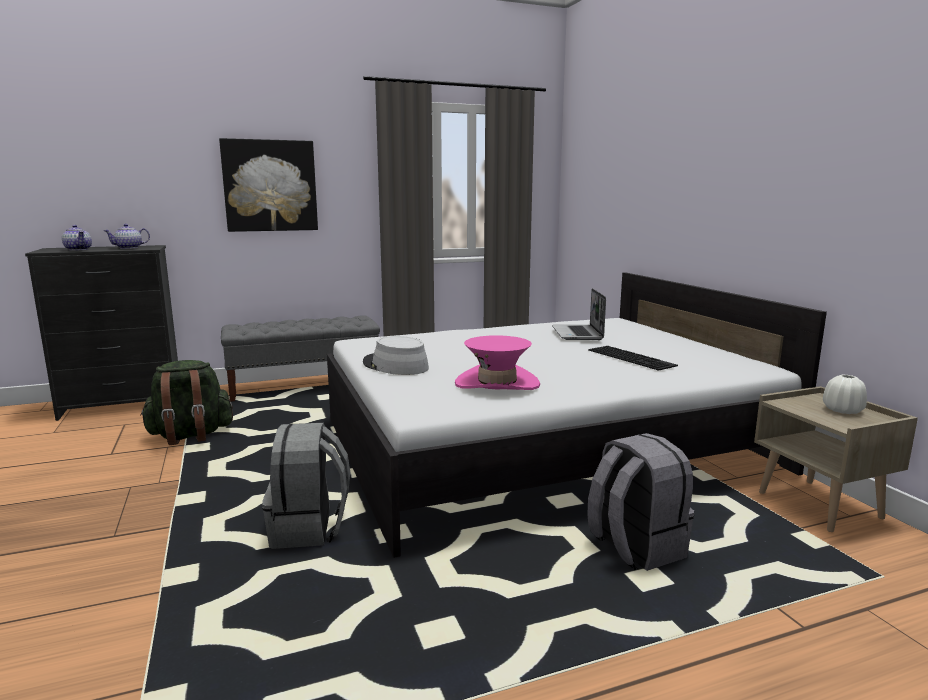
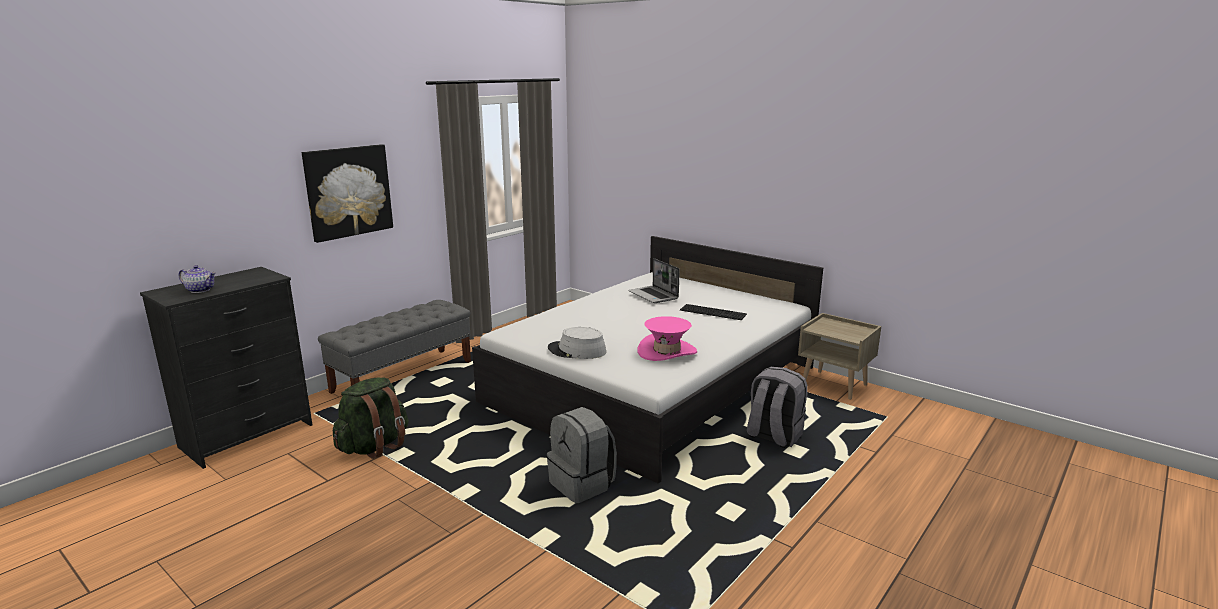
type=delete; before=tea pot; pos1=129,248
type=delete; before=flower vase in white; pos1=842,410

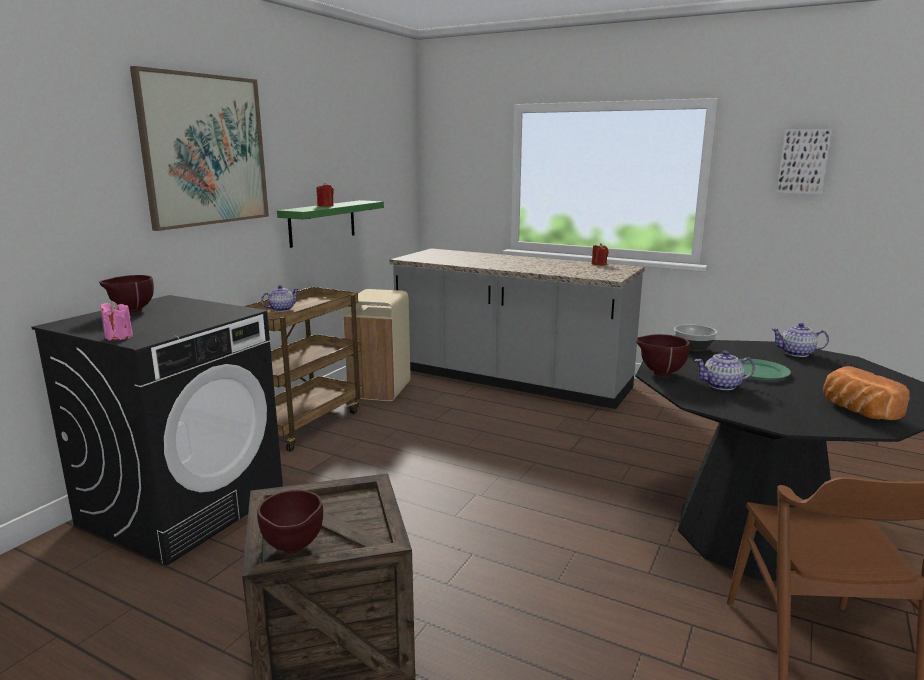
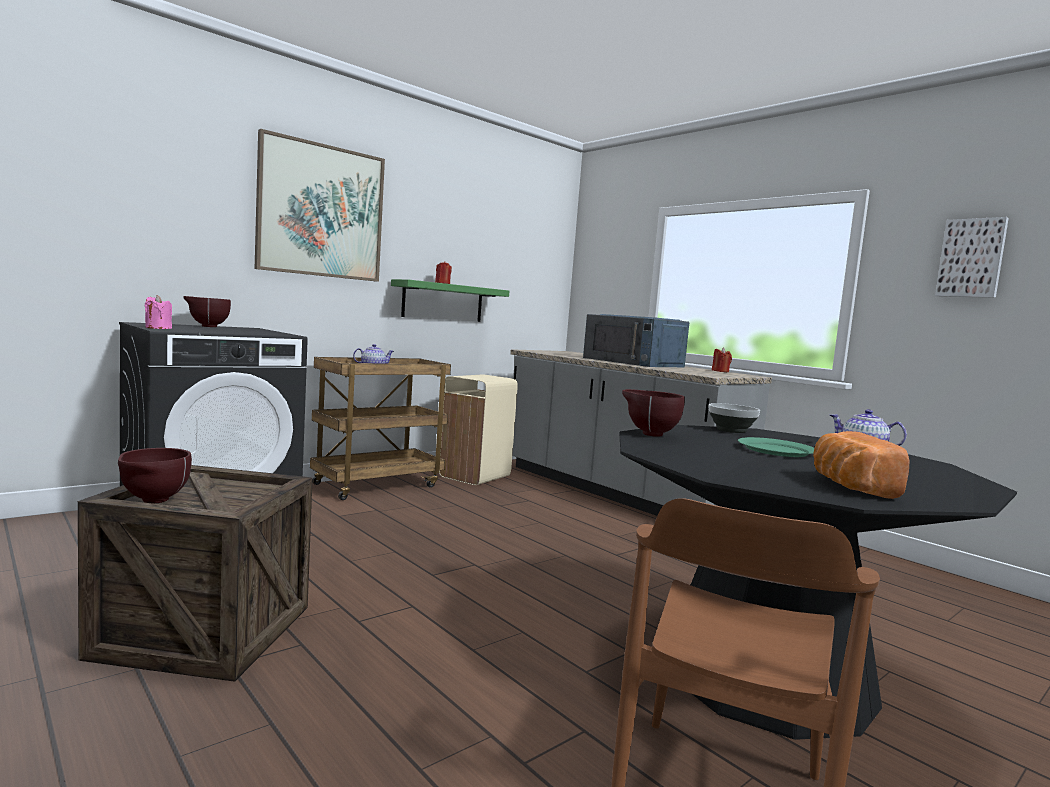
type=delete; before=tea pot; pos1=722,386
type=insert; after=kitchen microwave in blue; pos2=633,362

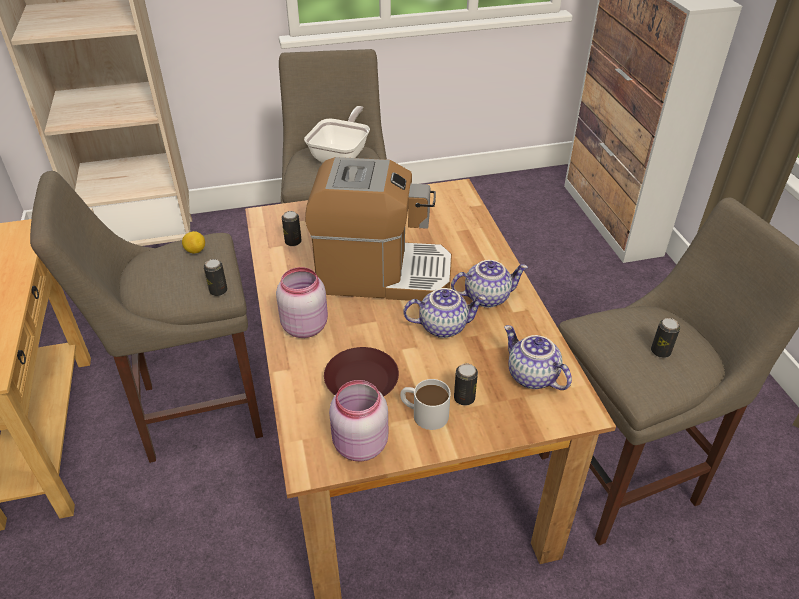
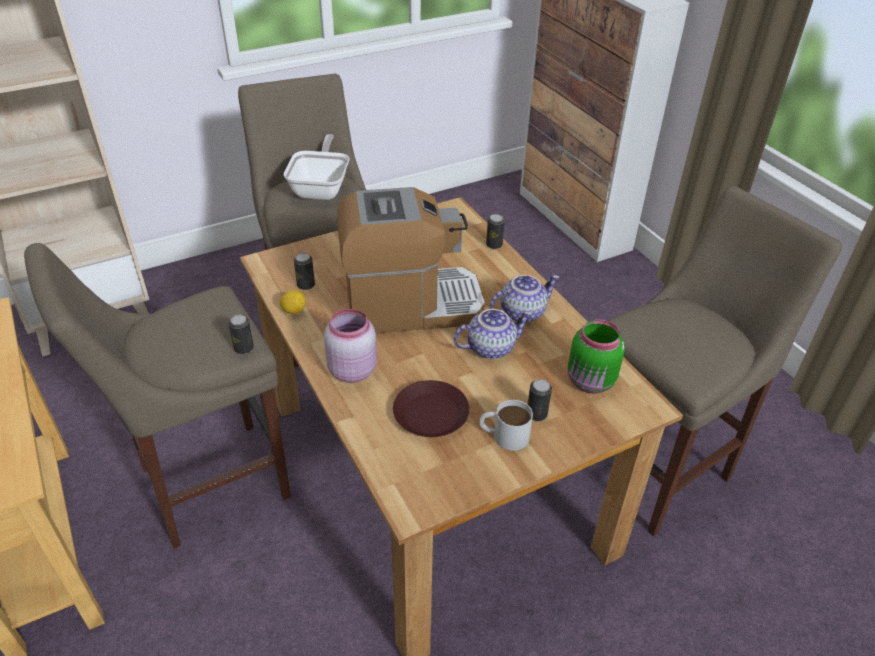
type=move; before=lemon; pos1=195,251; pos2=293,311
type=move; before=metal can; pos1=660,351; pos2=494,245
type=replace; before=tea pot; after=storage jar in green-coloured; pos1=531,376; pos2=591,382
type=delete; before=storage jar in pink; pos1=359,446

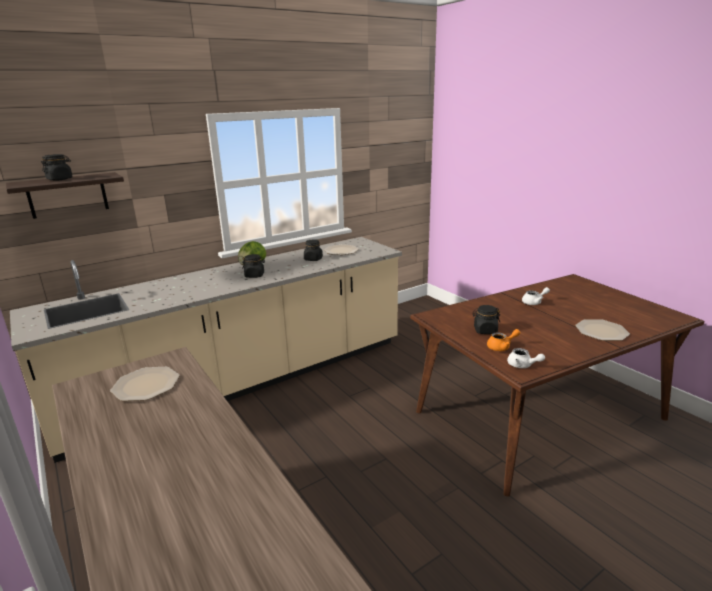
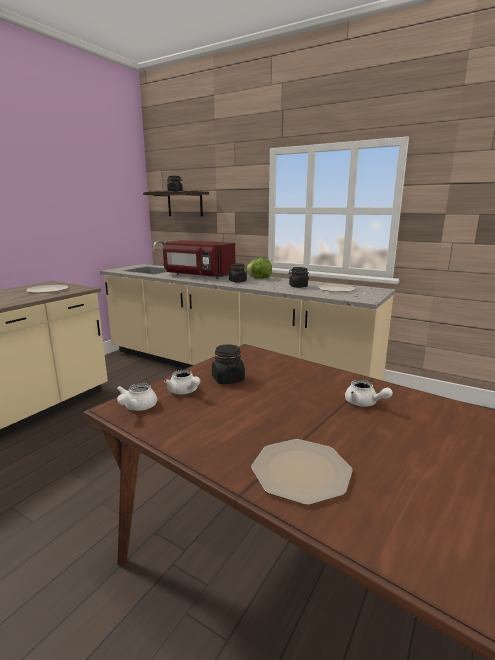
type=recolor; before=tea pot in orangey; after=tea pot in white; pos1=501,347; pos2=184,392
type=insert; after=kitchen microwave in red-coloured; pos2=198,276

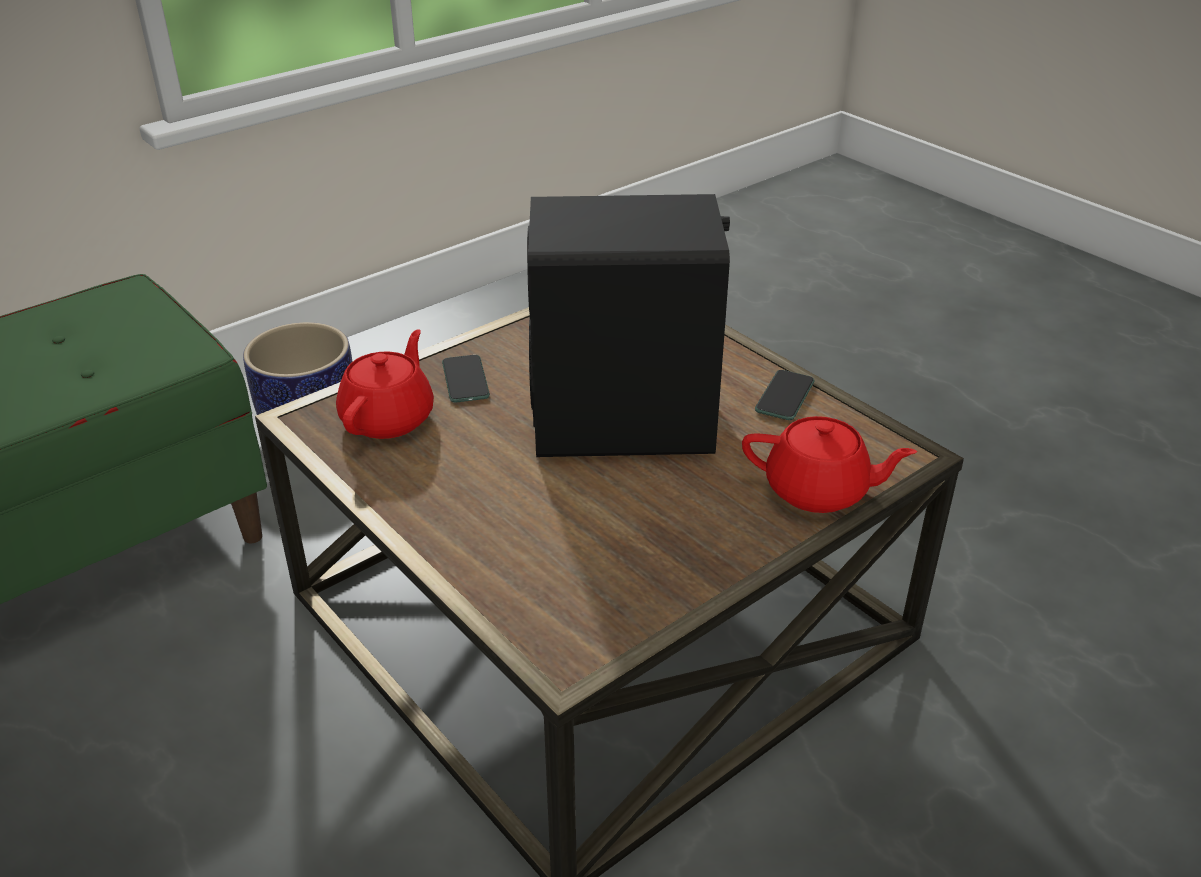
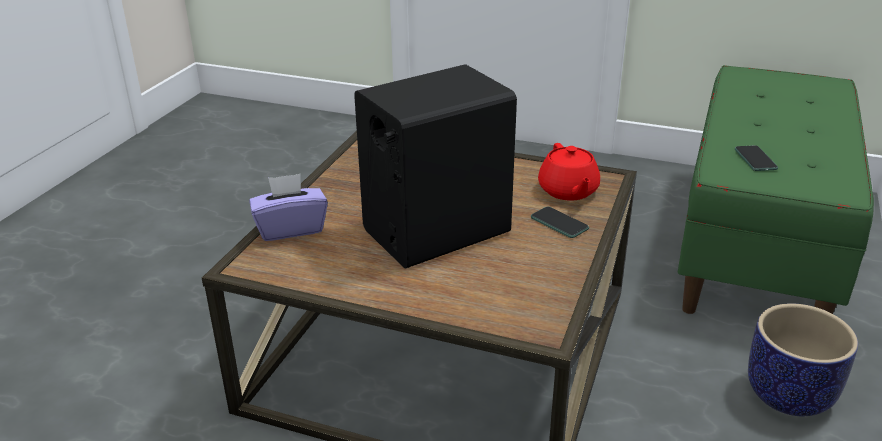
type=move; before=handset; pos1=784,396; pos2=755,159
type=replace; before=tea pot in red-coloured; after=tissue holder in purplish; pos1=818,491; pos2=290,228

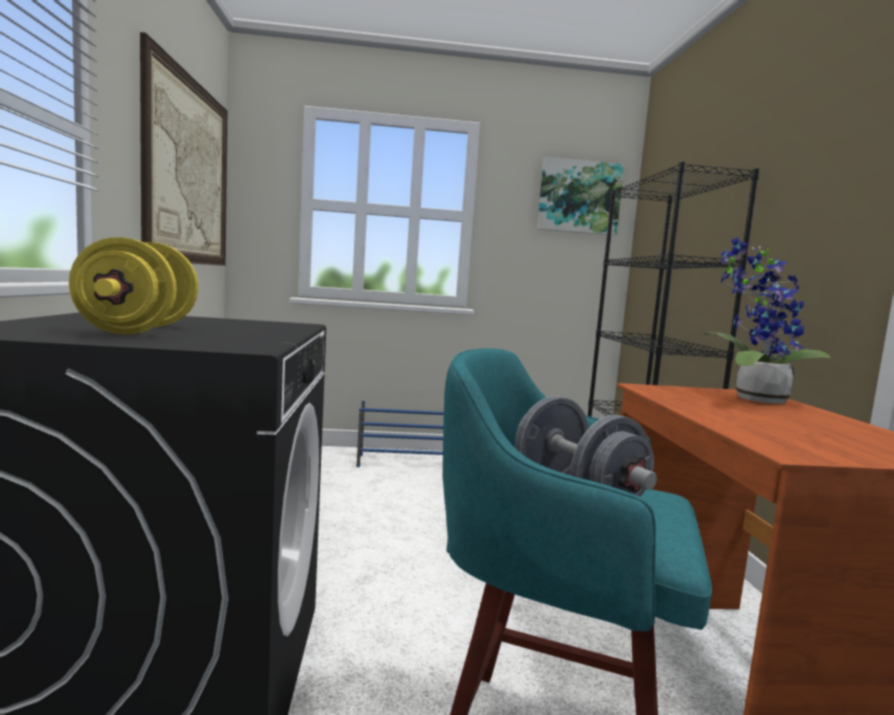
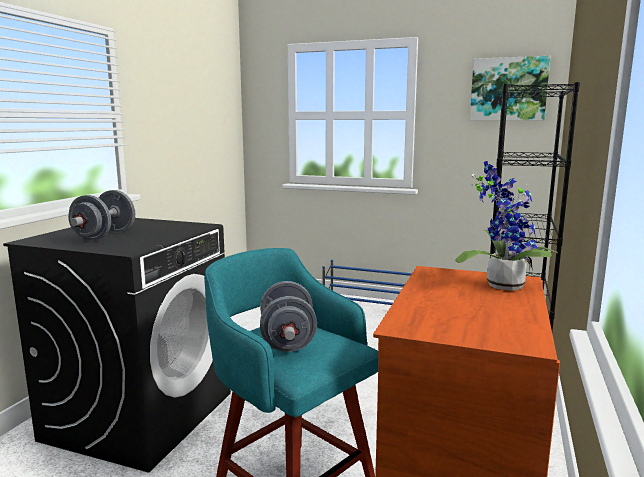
type=delete; before=wall picture; pos1=189,173
type=recolor; before=hand weight in yellow-coloured; after=hand weight in gray; pos1=139,329; pos2=105,236

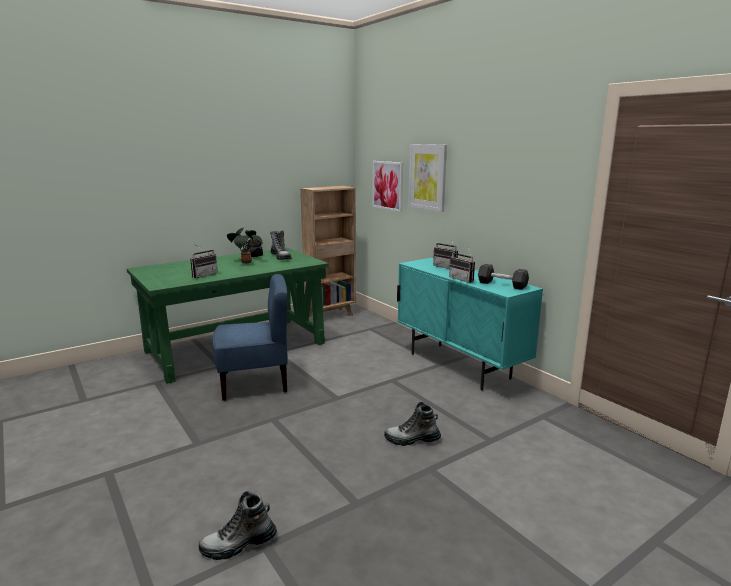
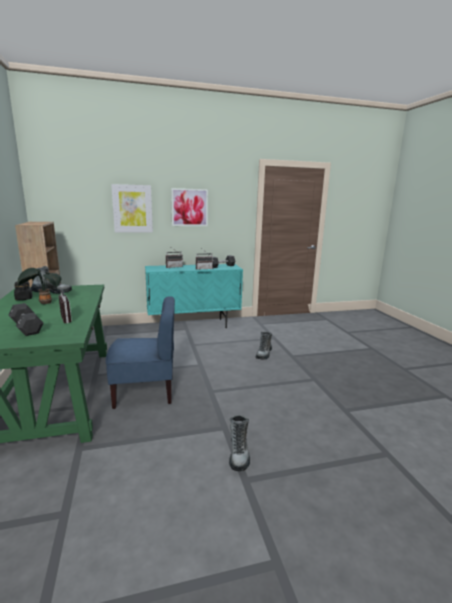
type=move; before=wall picture; pos1=388,185; pos2=189,207
type=rotate; before=plain chair in blue; pos1=255,383; pos2=145,392; turn=75
type=move; before=tall boot; pos1=238,544; pos2=239,454
type=insert; after=hand weight in black; pos2=26,327

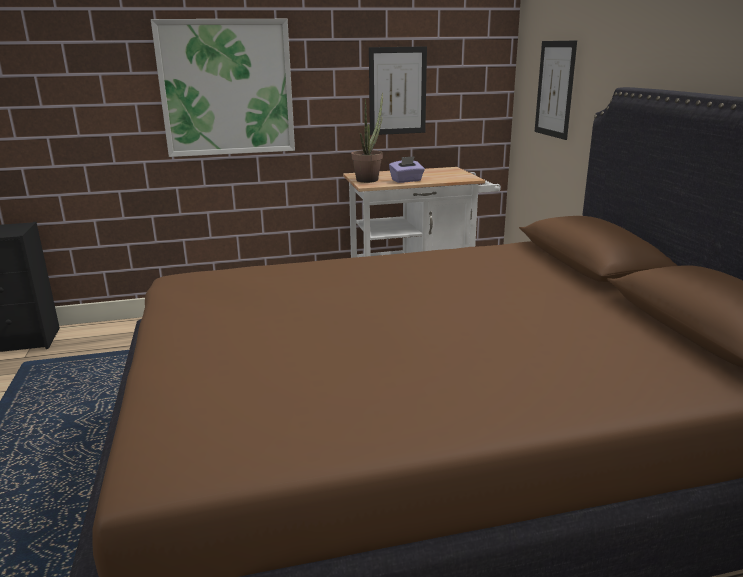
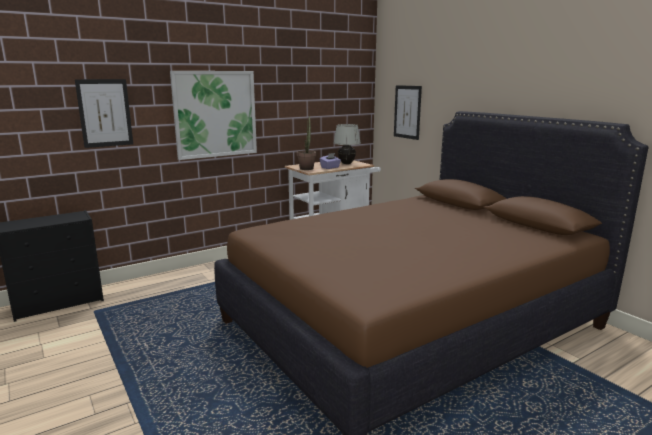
type=move; before=wall picture; pos1=397,91; pos2=105,113
type=insert; after=tabletop lamp in white; pos2=346,164

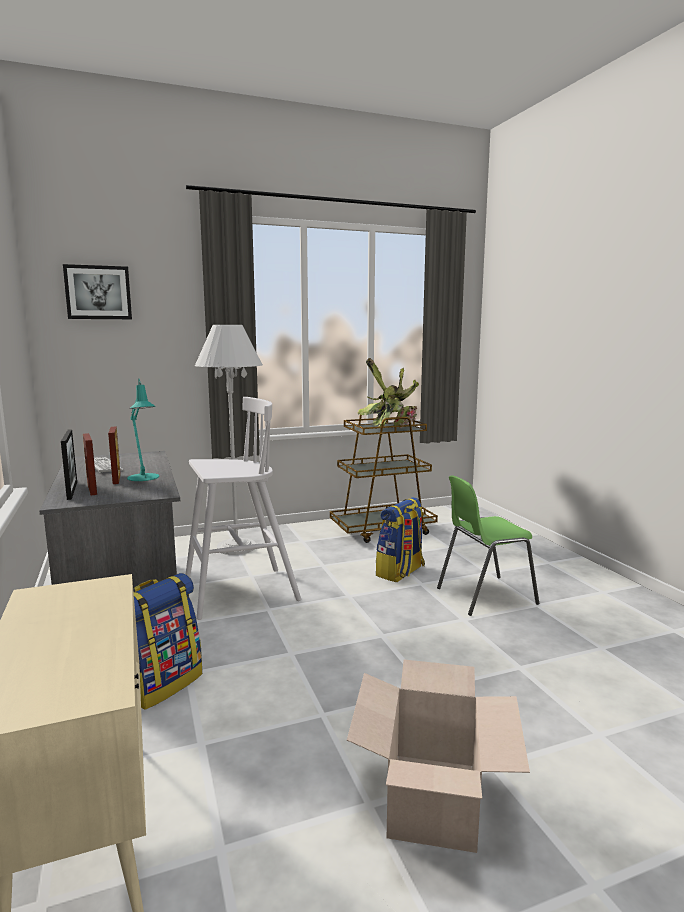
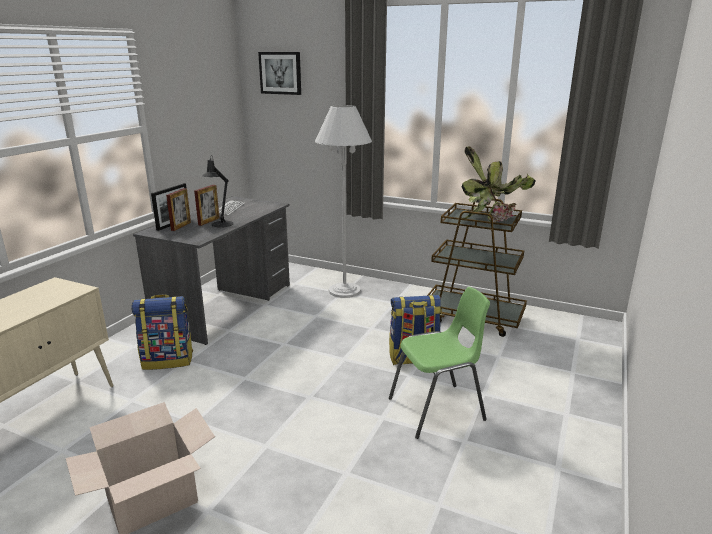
type=recolor; before=tabletop lamp in turquoise-coloured; after=tabletop lamp in black; pos1=144,478; pos2=220,225
type=delete; before=sitting stool in white; pos1=238,593
type=rotate; before=plain chair in green-coloured; pos1=484,595; pos2=437,410; turn=135

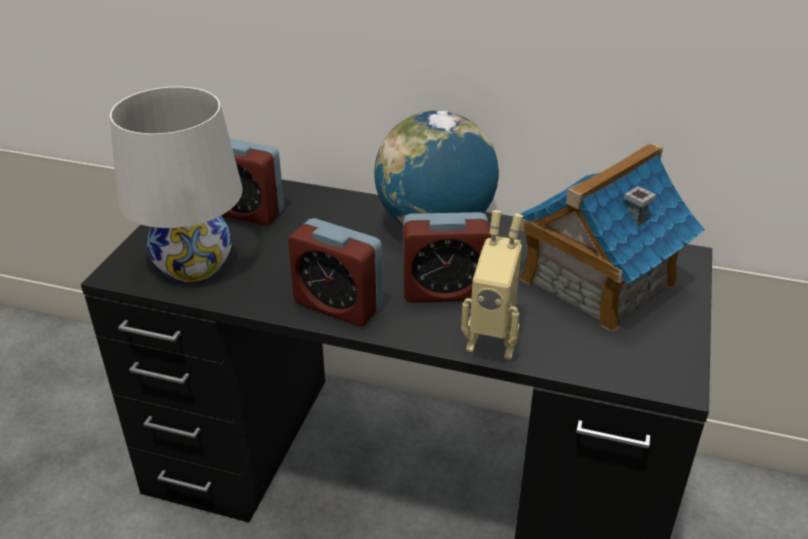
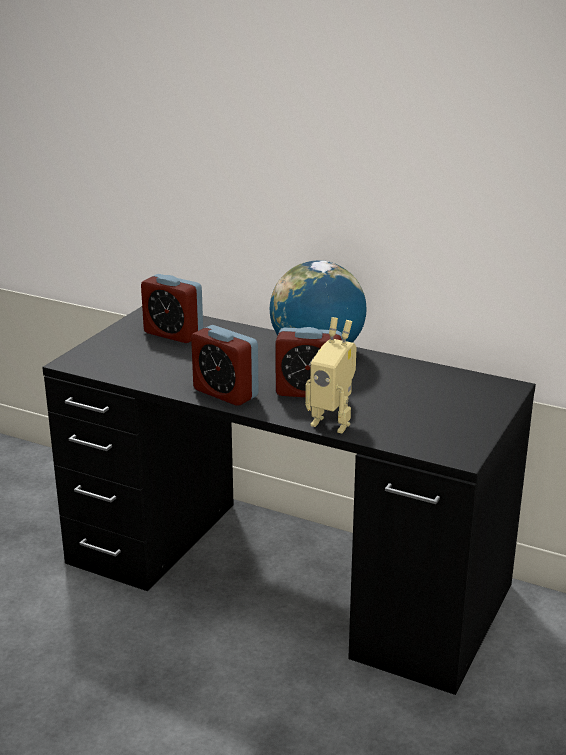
type=delete; before=tabletop lamp in white; pos1=193,264
type=delete; before=toy house; pos1=596,282

